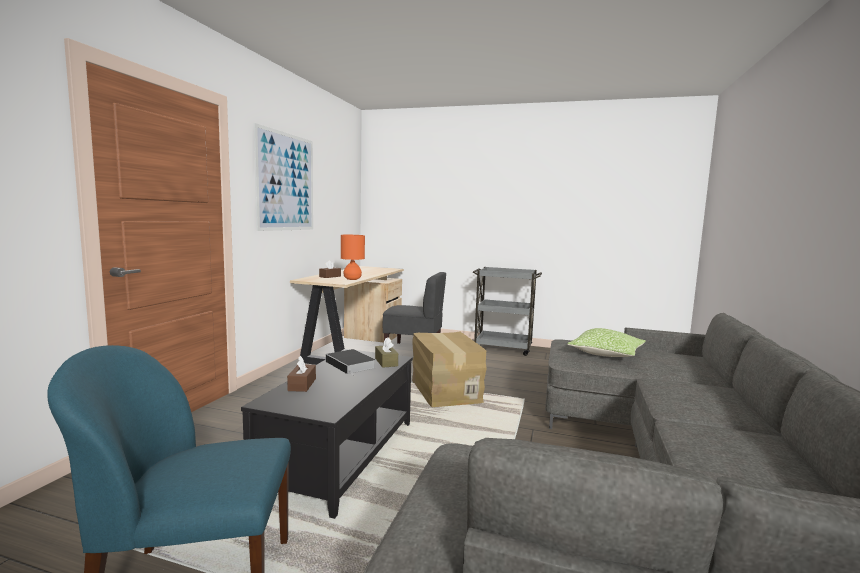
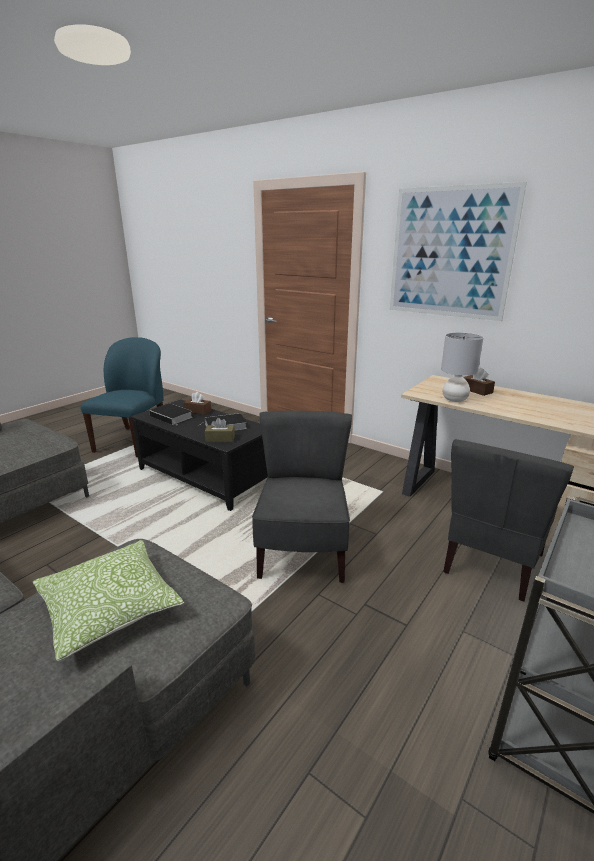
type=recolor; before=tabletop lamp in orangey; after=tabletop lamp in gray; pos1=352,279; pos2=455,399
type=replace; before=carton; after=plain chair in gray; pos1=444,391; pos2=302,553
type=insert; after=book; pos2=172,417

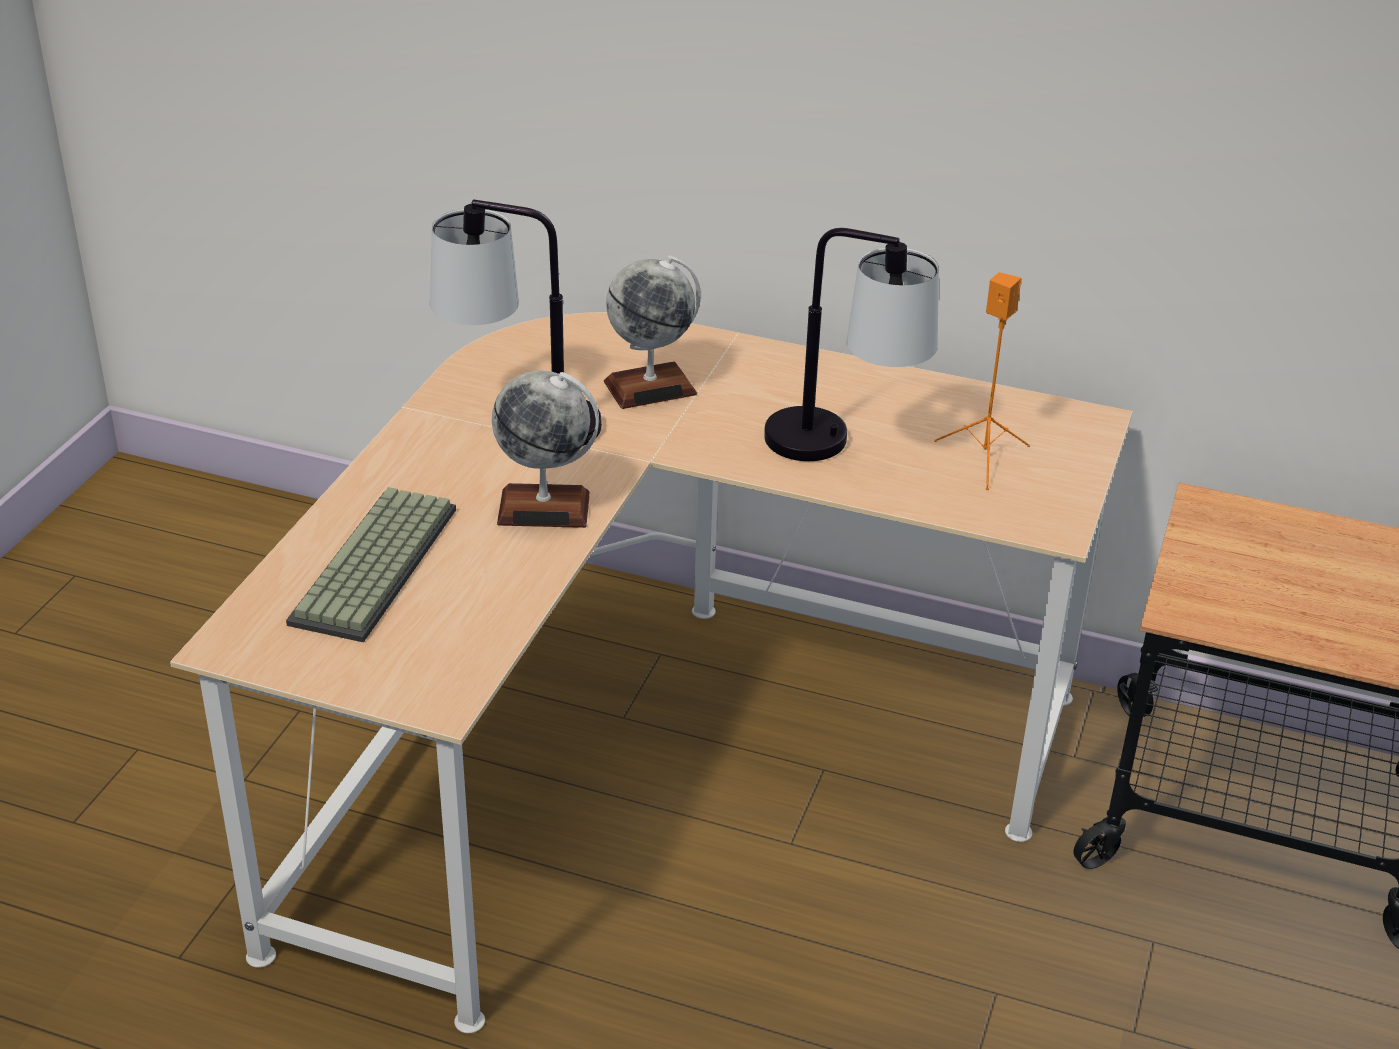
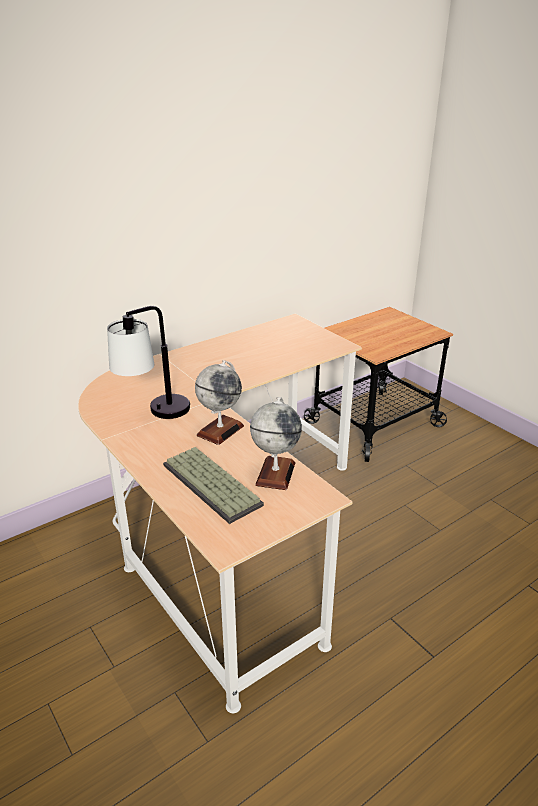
type=delete; before=tabletop lamp; pos1=843,449
type=move; before=desk globe; pos1=650,387; pos2=275,473
type=delete; before=loudspeaker in orangey; pos1=984,457

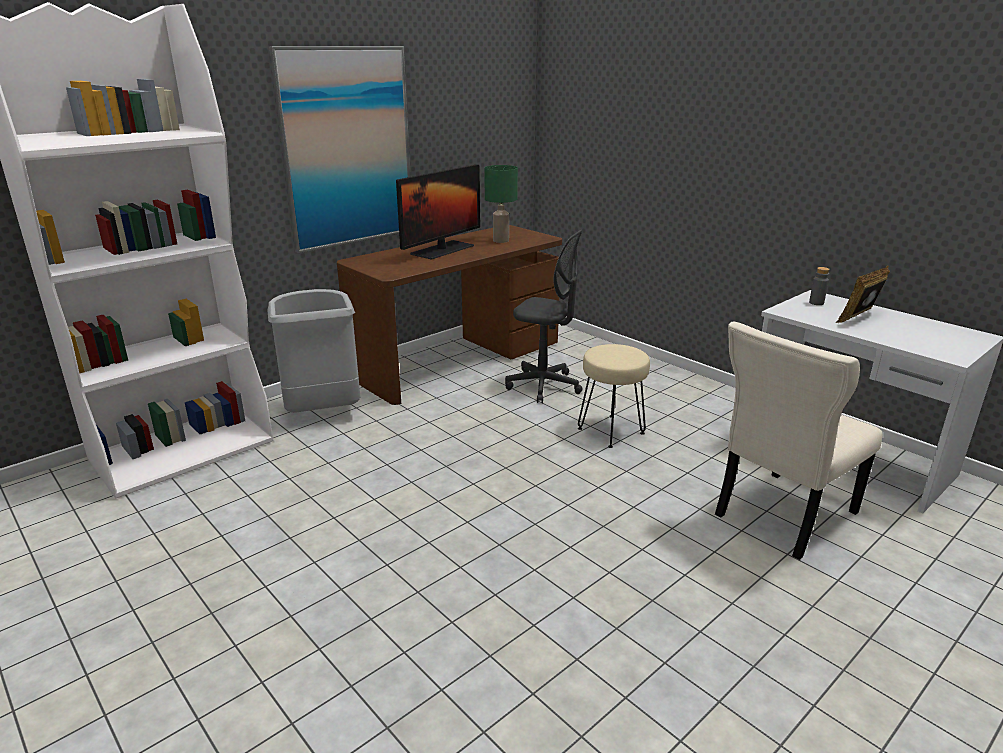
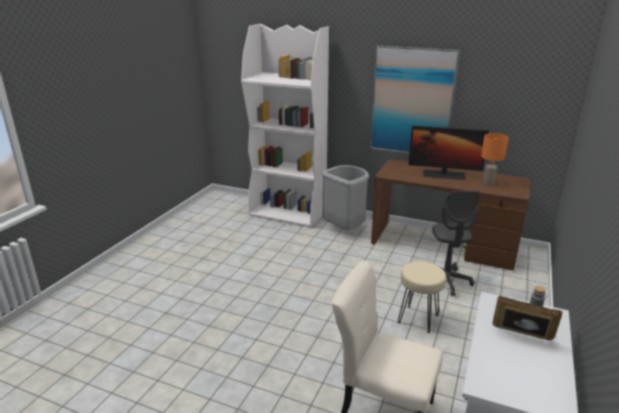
type=recolor; before=tabletop lamp in green-coloured; after=tabletop lamp in orangey; pos1=500,240; pos2=488,183

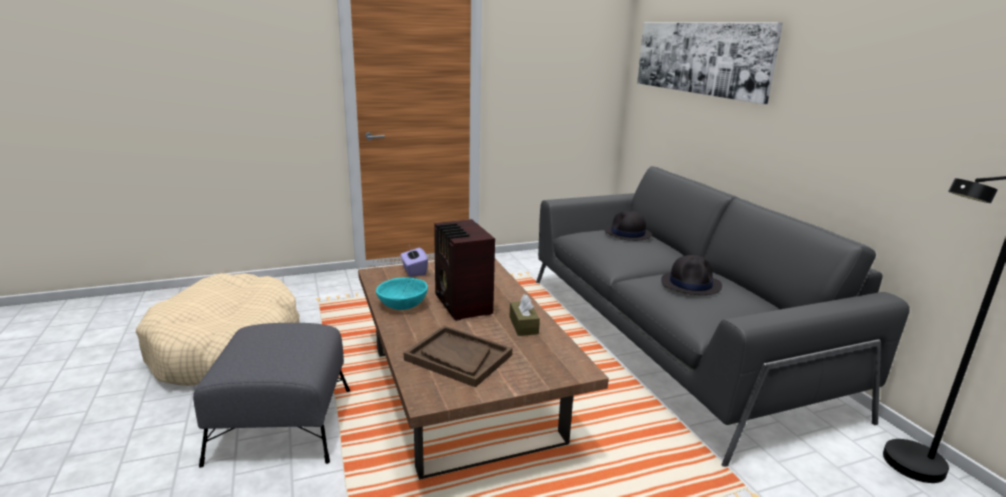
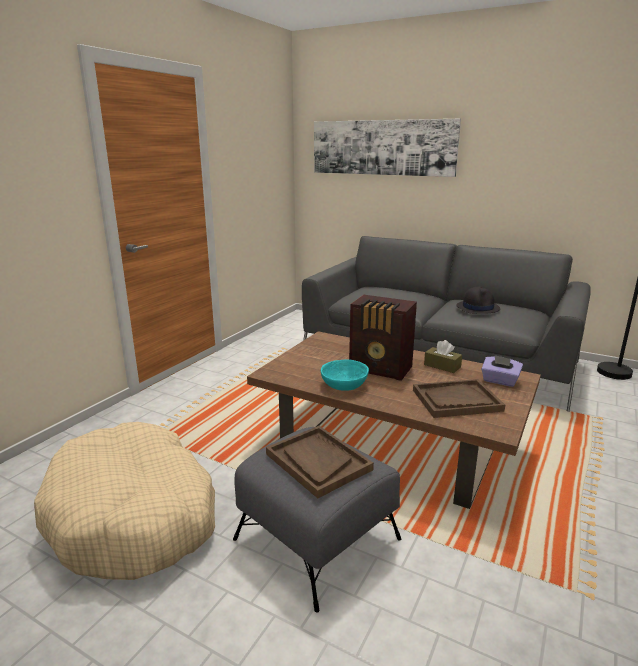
type=delete; before=wearable hat in black; pos1=627,234
type=move; before=tissue holder in purplish; pos1=414,271; pos2=499,381
type=insert; after=serving tray in brown-coloured; pos2=318,462

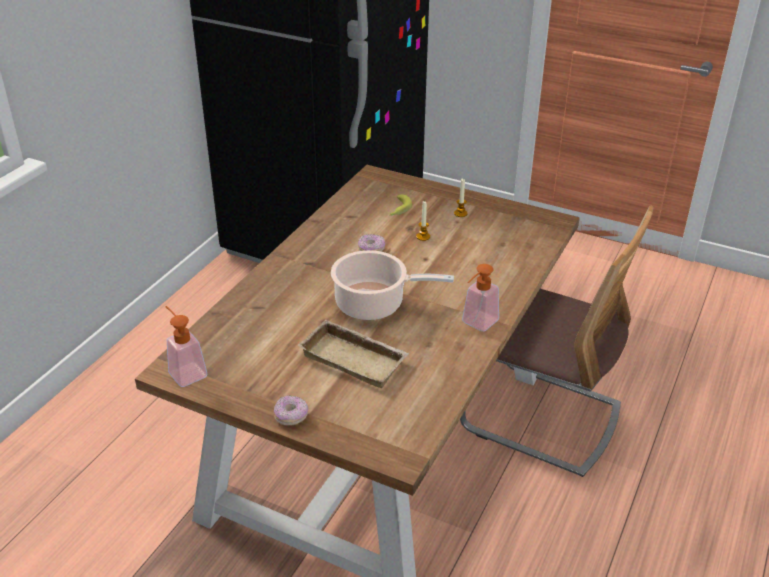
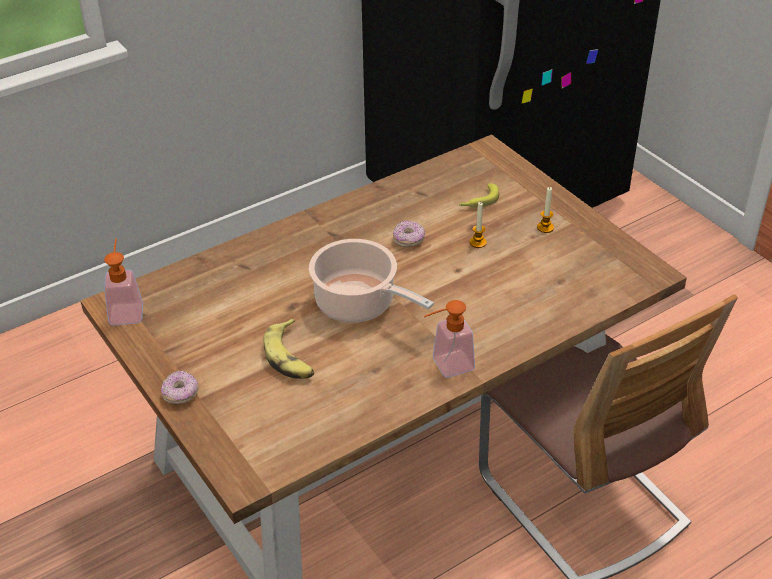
type=replace; before=serving tray in beige-coloured; after=whole banana; pos1=356,358; pos2=290,357

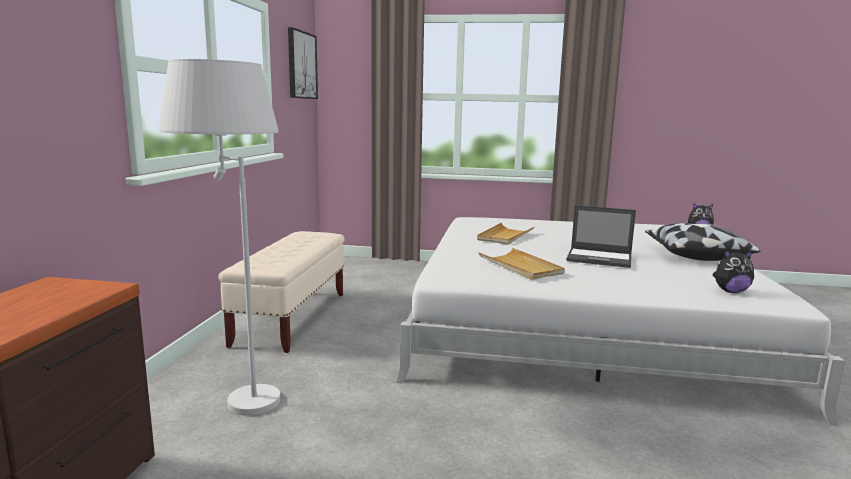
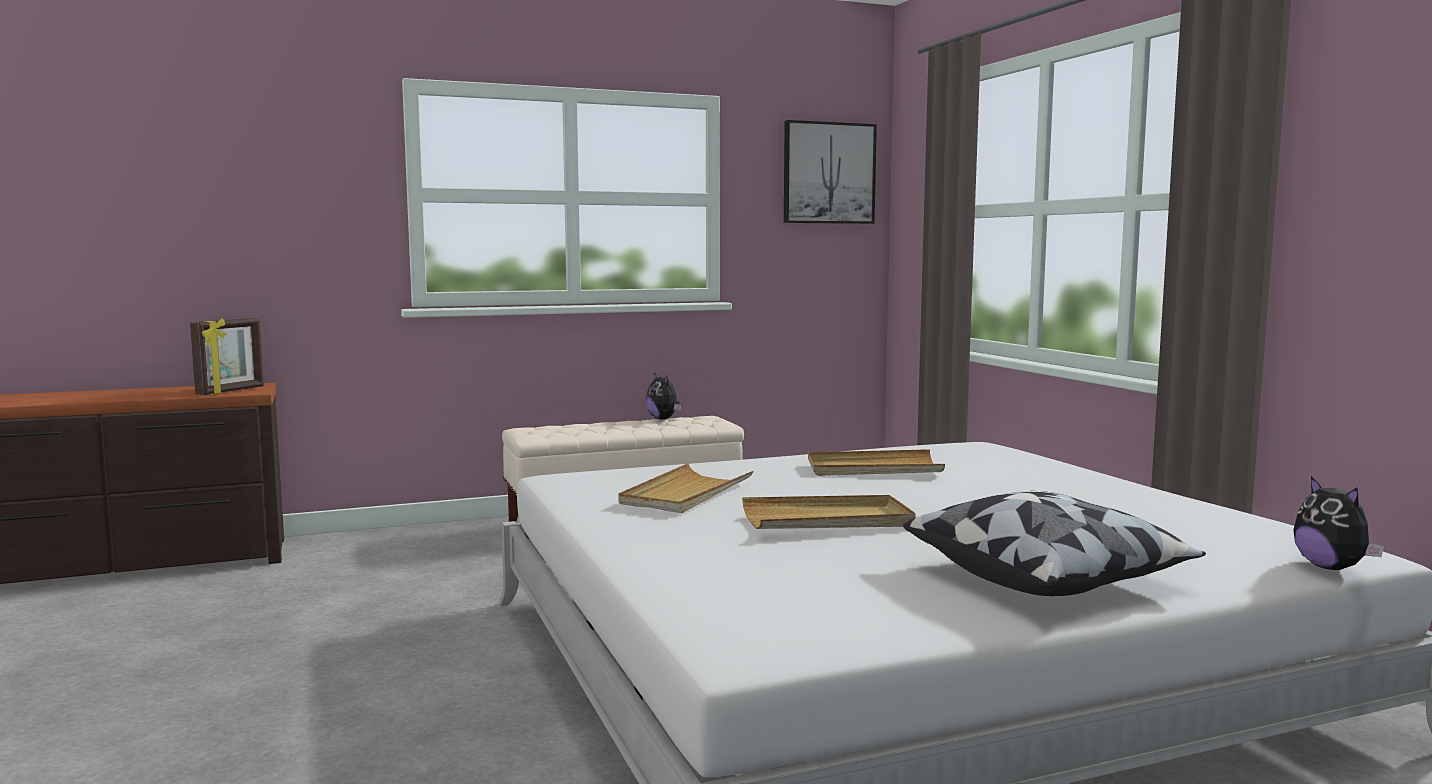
type=delete; before=standard lamp in white; pos1=236,393
type=replace; before=notebook computer; after=serving tray in beige-coloured; pos1=600,258; pos2=827,519
type=move; before=plush toy; pos1=730,291; pos2=663,419
type=insert; after=standing frame; pos2=231,391

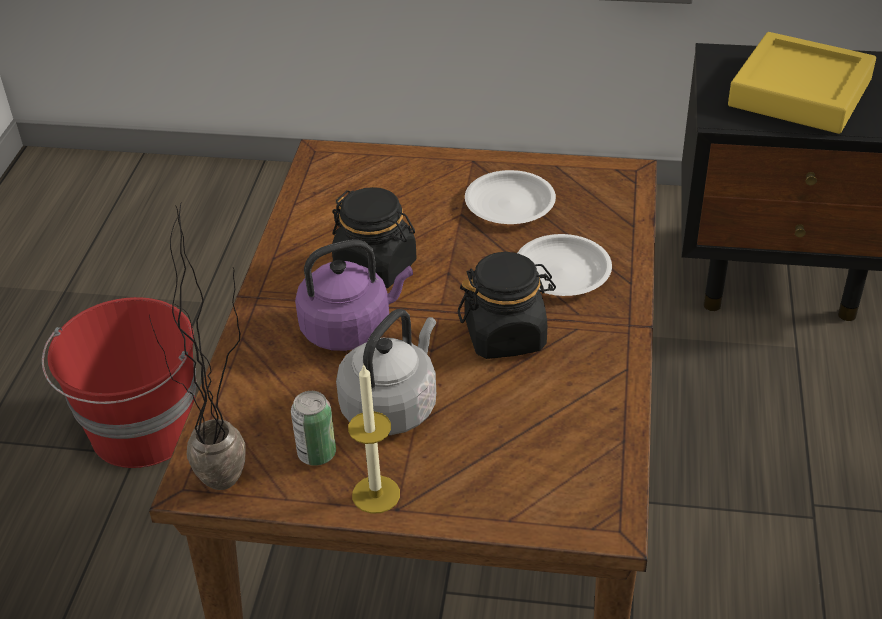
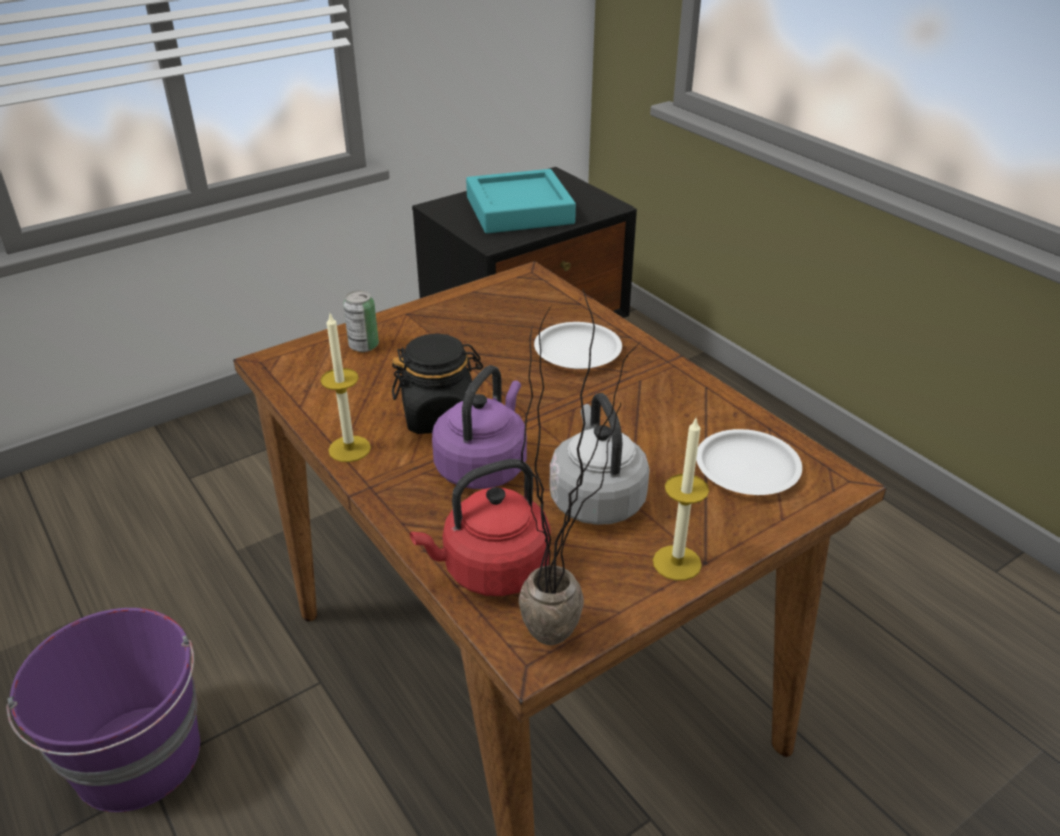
type=recolor; before=serving tray in yellow-coloured; after=serving tray in turquoise-coloured; pos1=800,93; pos2=519,210
type=move; before=flat dish in white; pos1=510,203; pos2=747,468
type=delete; before=storage jar in black; pos1=506,335
type=recolor; before=bucket in red-coloured; after=bucket in purplish; pos1=143,430; pos2=139,758
type=move; before=metal can; pos1=317,453; pos2=364,346
type=insert; after=candle; pos2=349,449
type=insert; after=water kettle in red-coloured; pos2=491,570

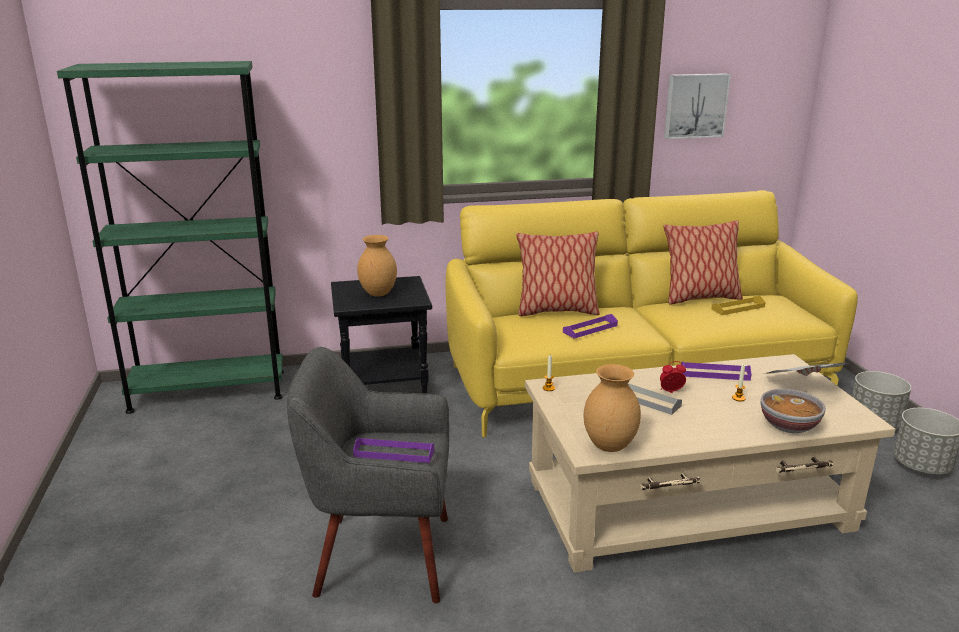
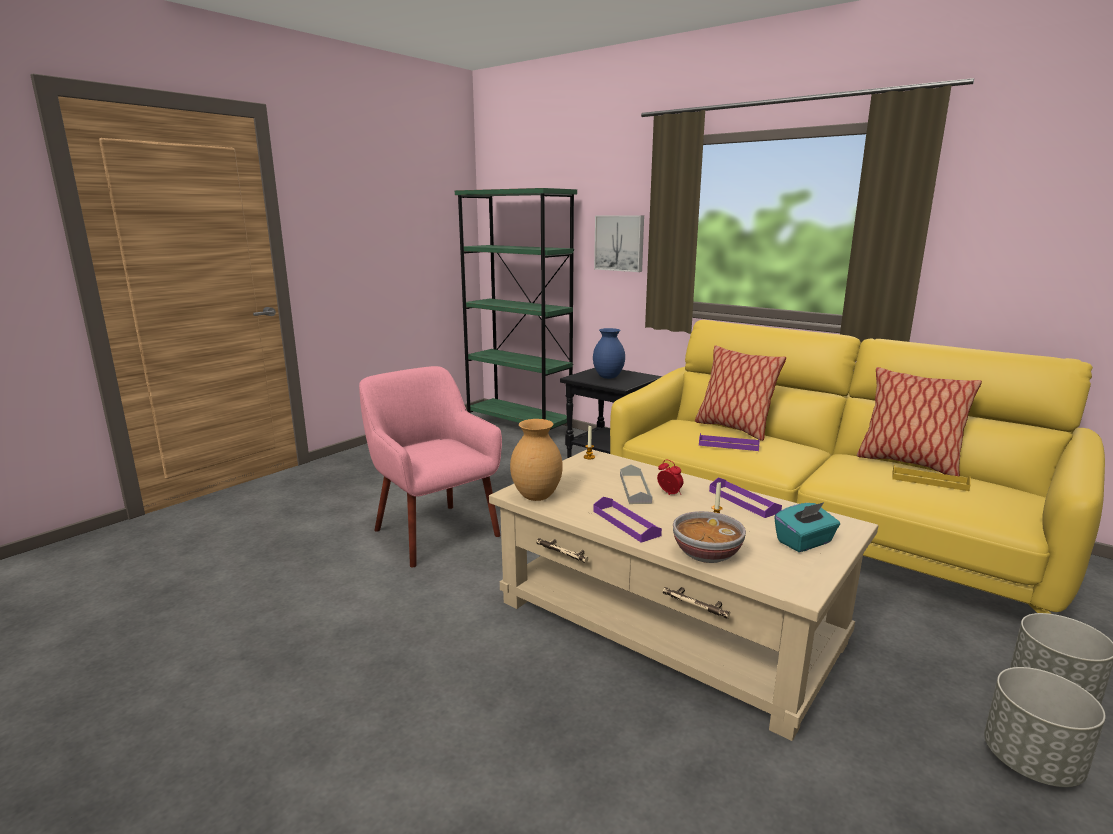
type=move; before=wall picture; pos1=695,105; pos2=620,243
type=recolor; before=flower vase in brown-coloured; after=flower vase in blue; pos1=378,293; pos2=608,377
type=recolor; before=lounge chair in gray; after=lounge chair in pink; pos1=382,556; pos2=434,532
type=replace; before=printed paper; after=tissue holder in turquoise-coloured; pos1=800,387; pos2=804,542
type=move; before=serving tray in purplish; pos1=394,453; pos2=626,523

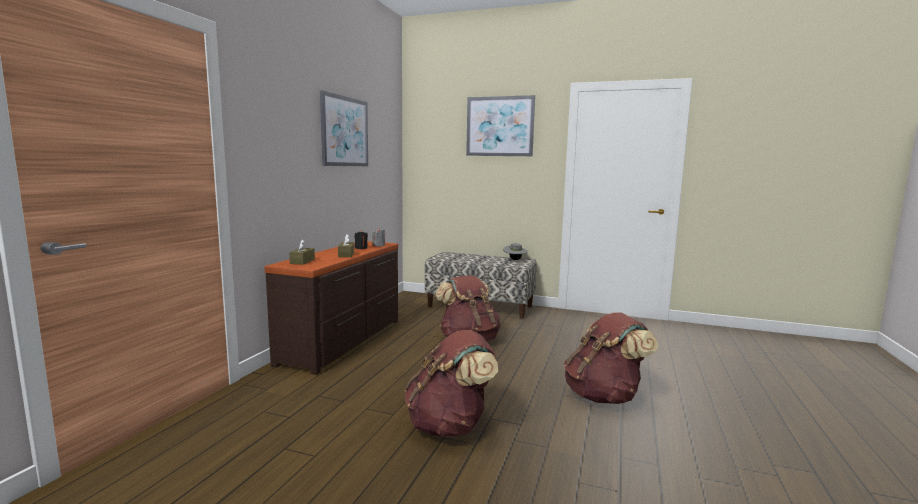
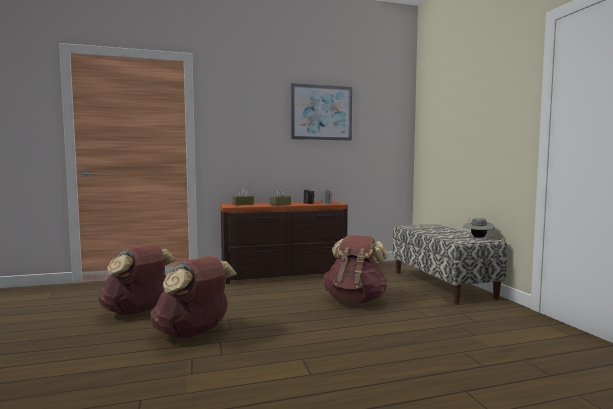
type=delete; before=wall picture; pos1=500,126
type=move; before=backpack in brown-coloured; pos1=604,396; pos2=138,311

